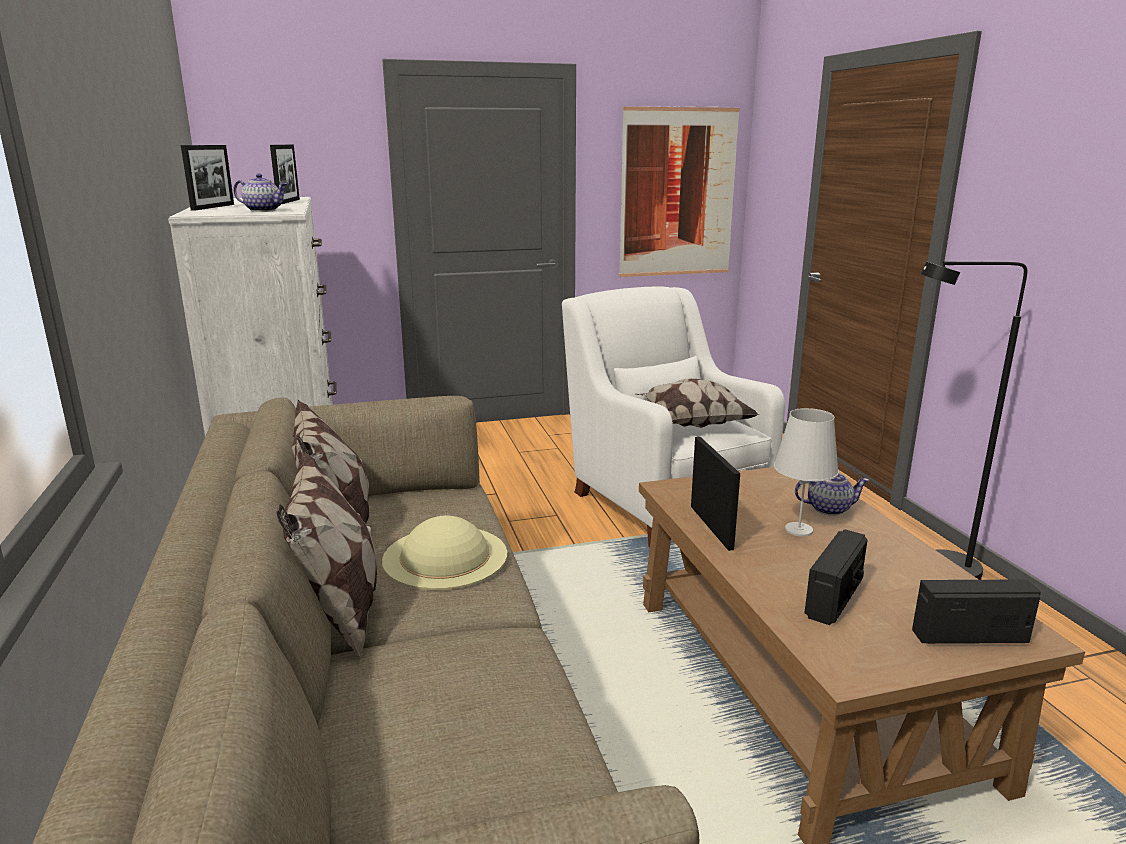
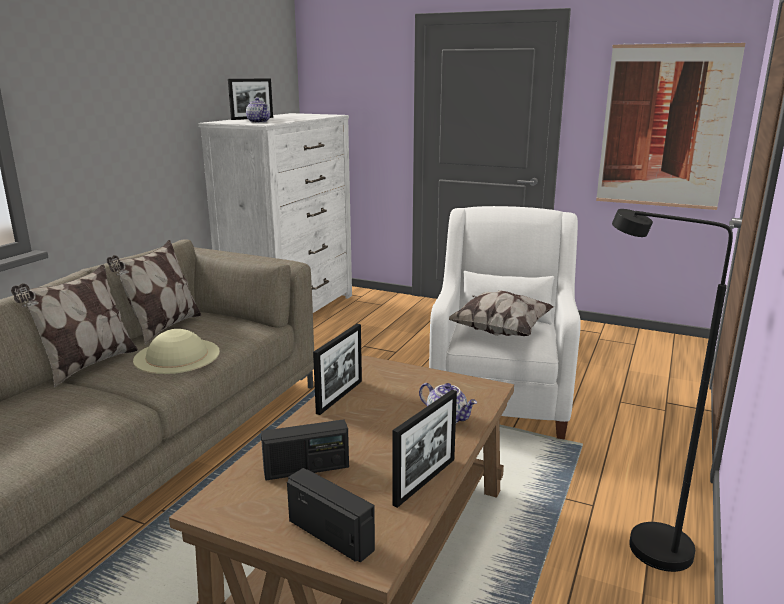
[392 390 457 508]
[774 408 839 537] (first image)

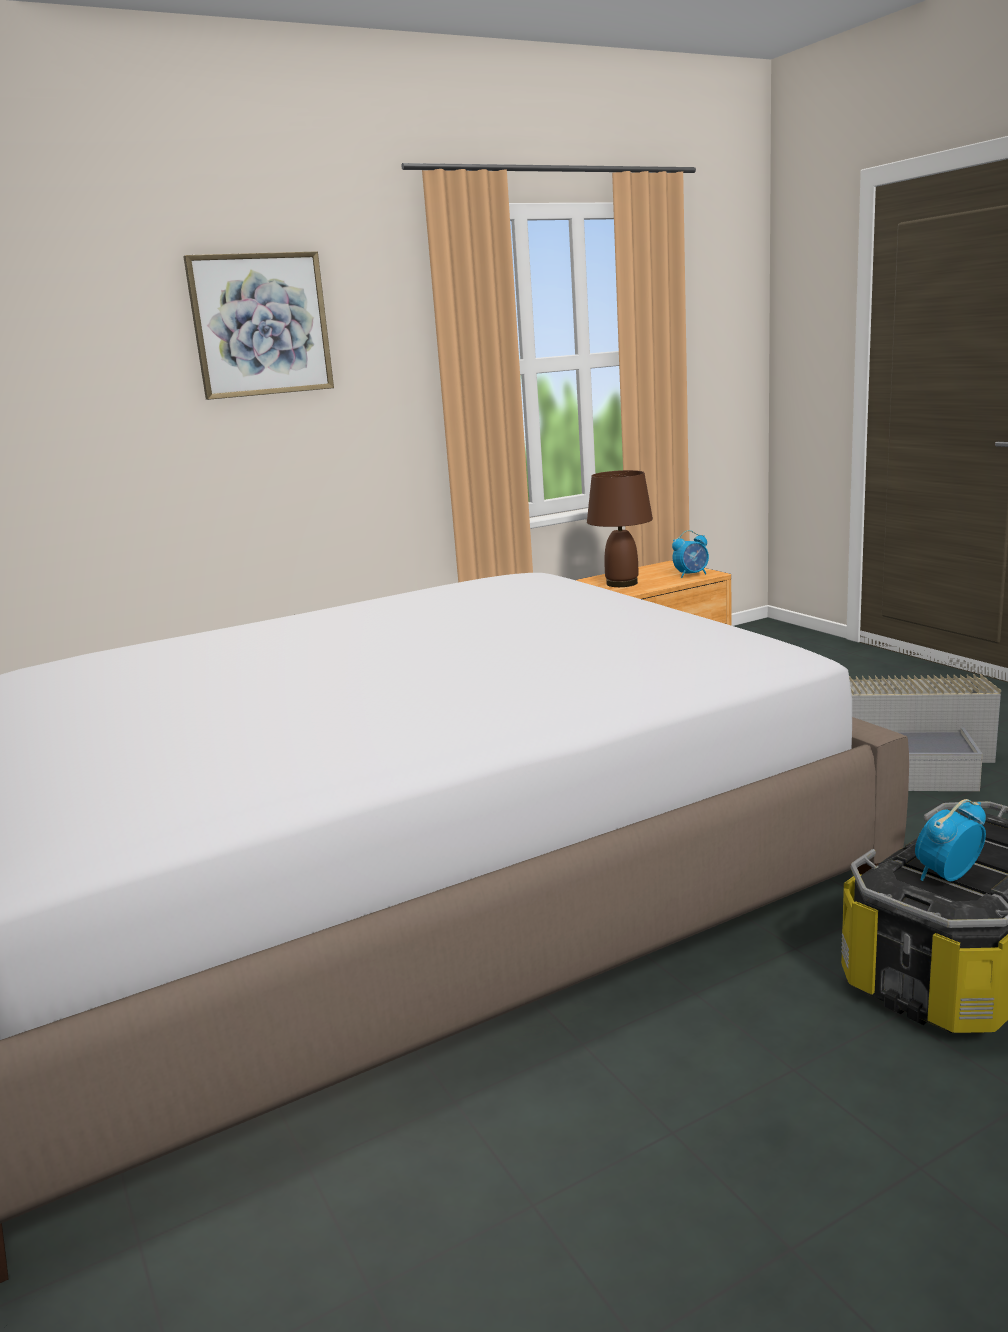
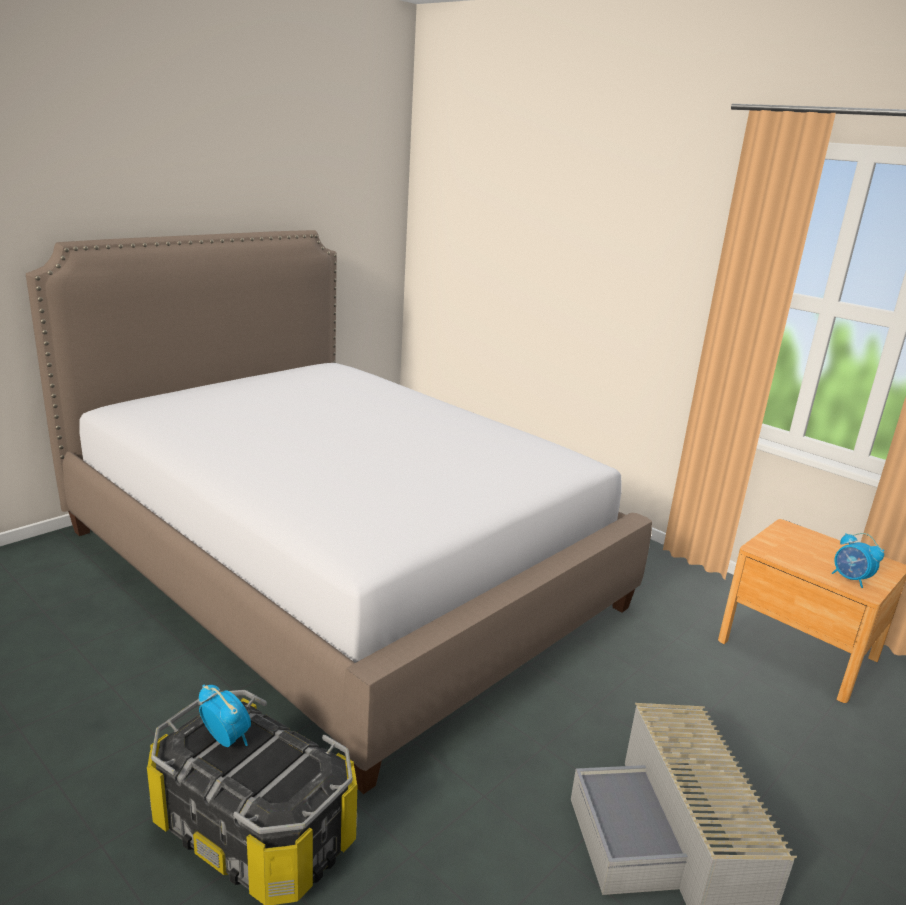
[183 251 334 400] (first image)
[587 470 653 587] (first image)

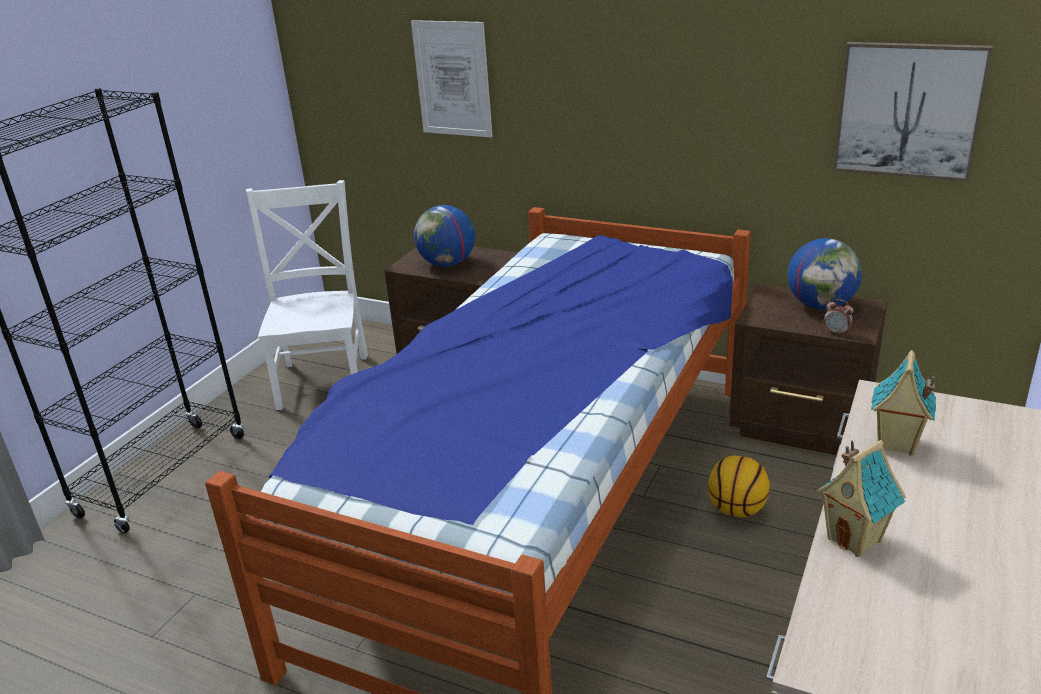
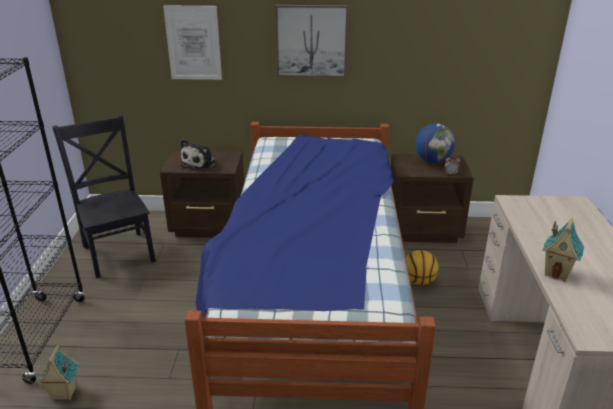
[38 345 79 401]
[52 115 156 278]
[180 139 216 170]
[276 5 348 78]

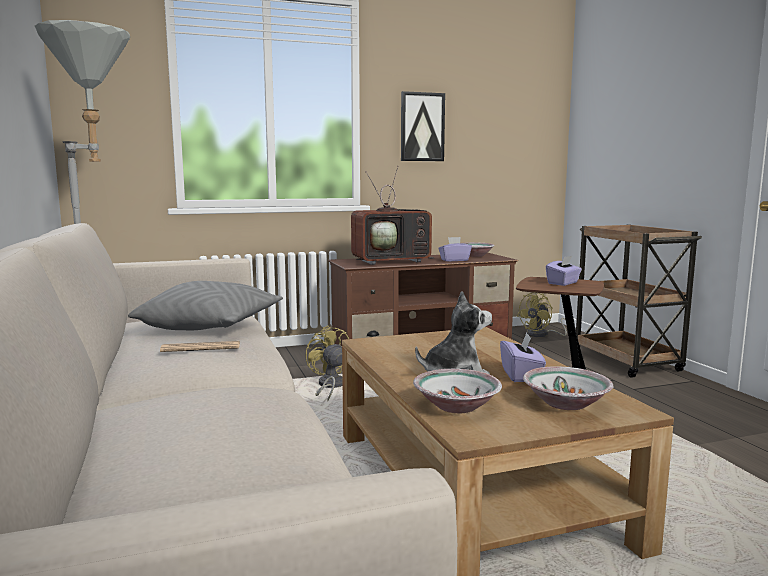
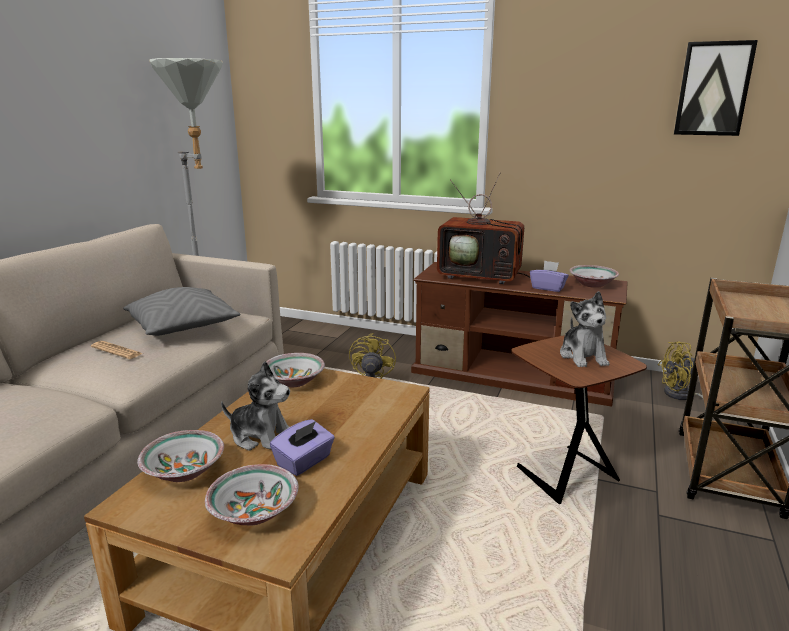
[266 353 325 387]
[560 291 609 367]
[674 40 758 136]

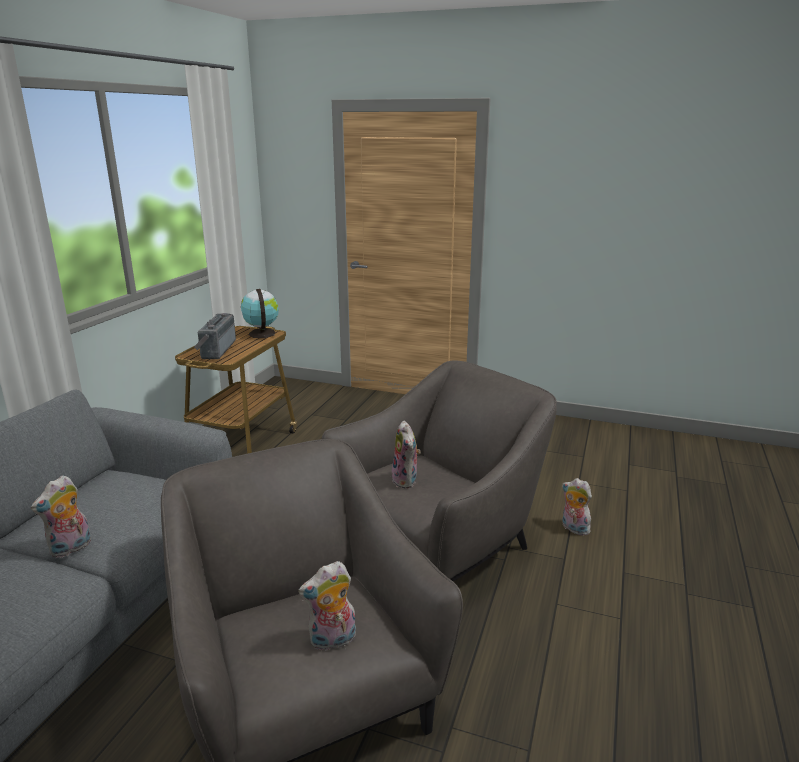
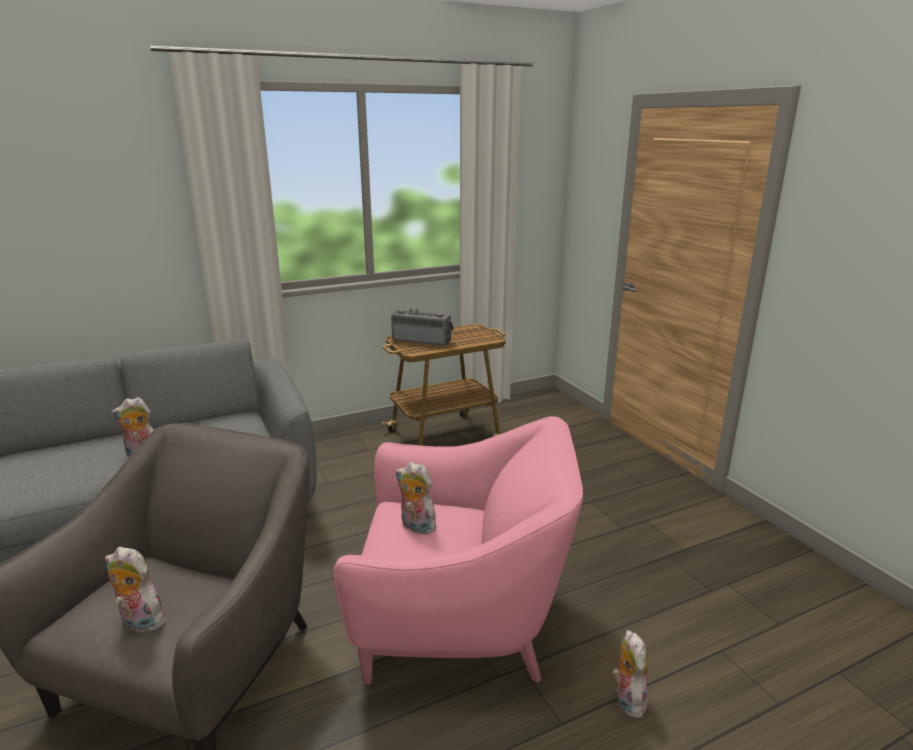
[333 416 583 684]
[391 308 454 346]
[396 462 441 534]
[241 289 279 338] (first image)

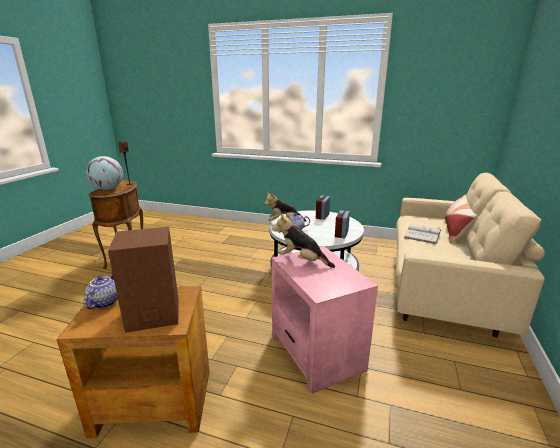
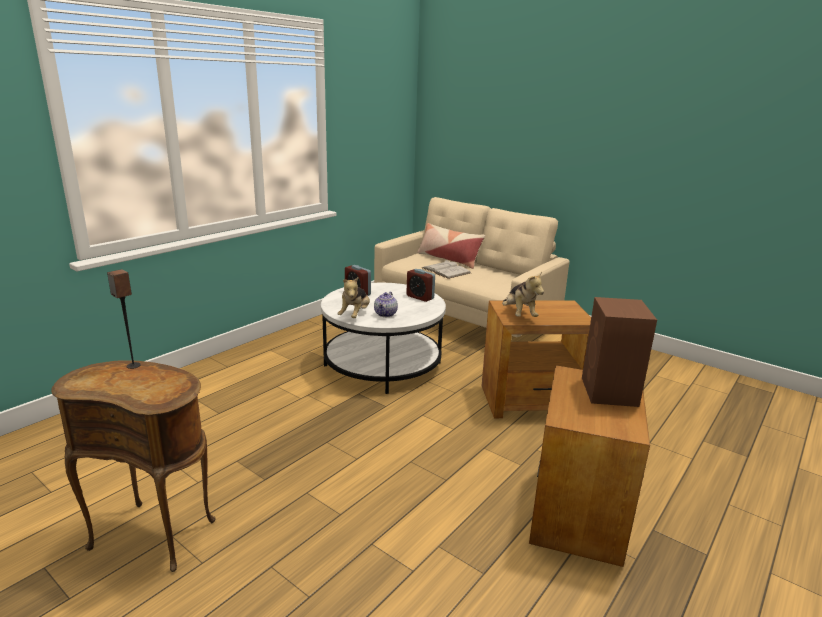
[482 300 591 418]
[502 272 544 317]
[84 272 118 309] (first image)
[86 156 123 190] (first image)

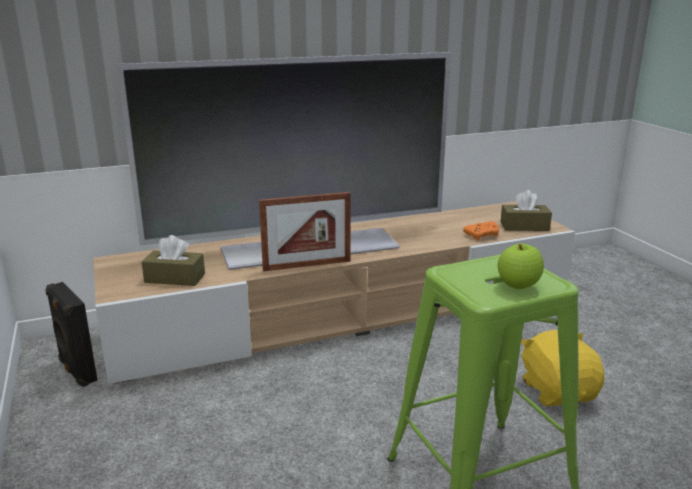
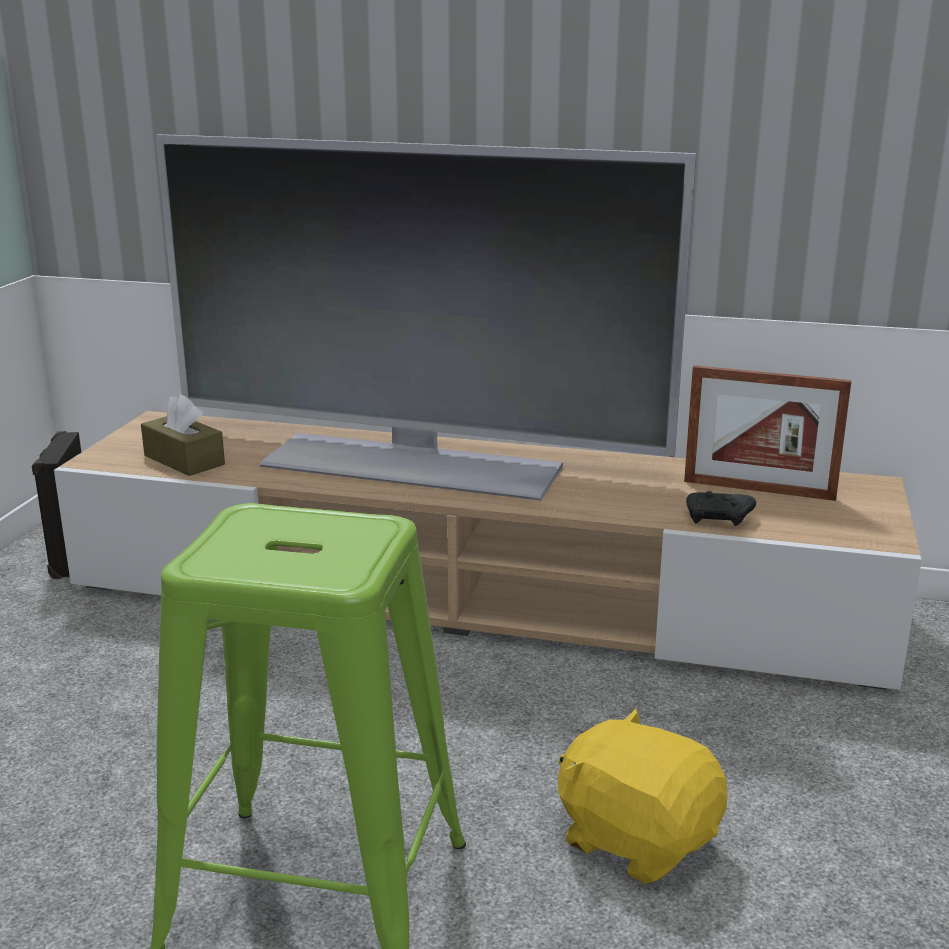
[558 708 727 884]
[684 365 852 501]
[686 491 756 526]
[498 244 544 289] (first image)
[501 190 552 231] (first image)

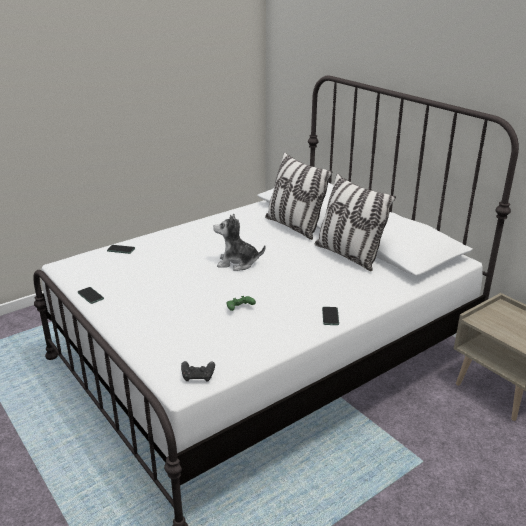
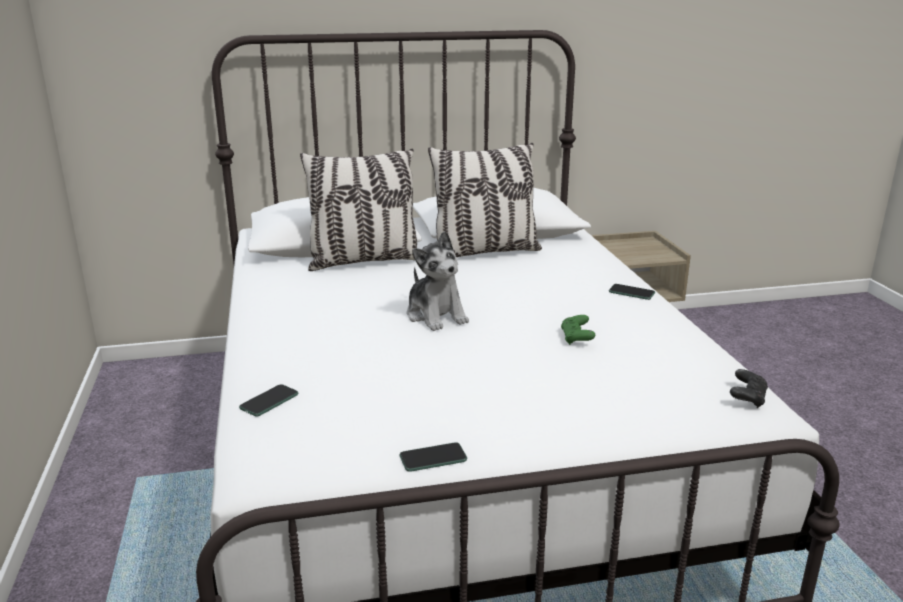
[407 231 469 331]

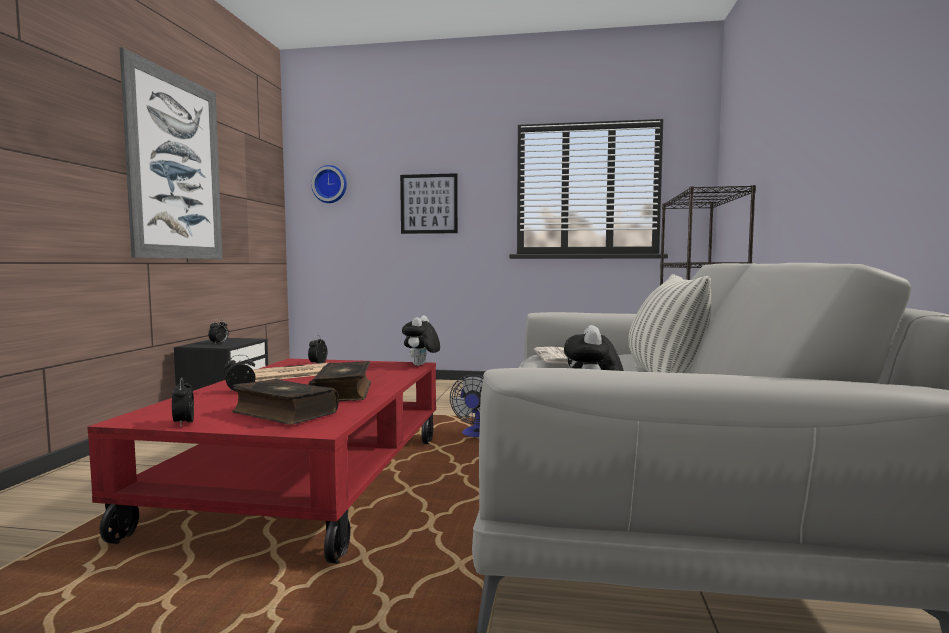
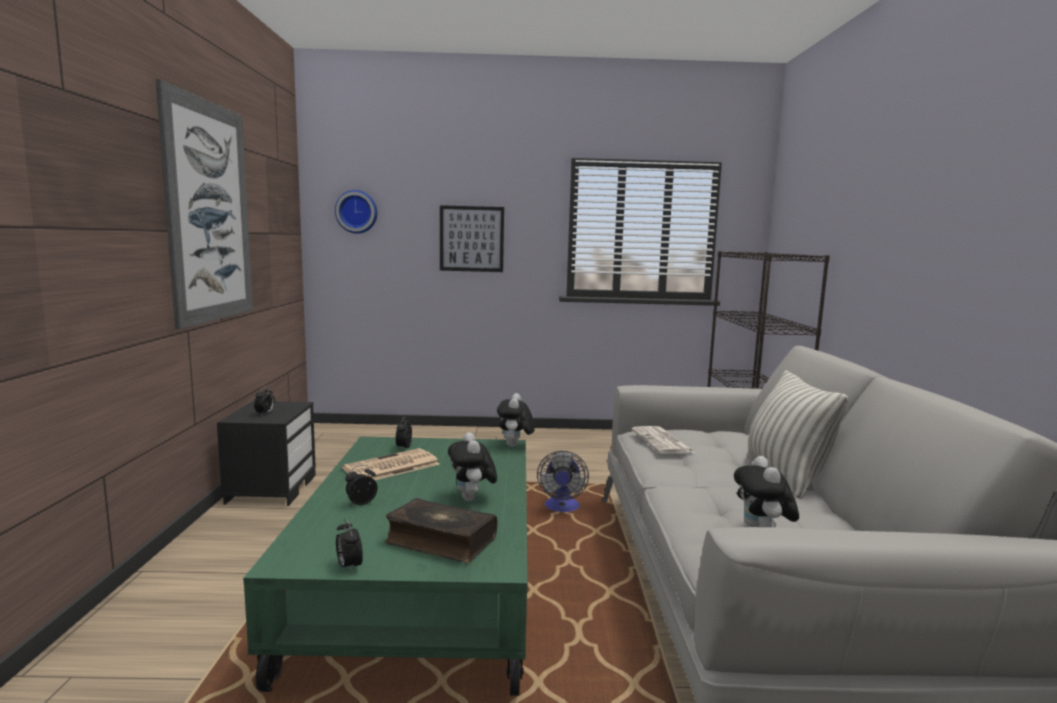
[243 437 528 696]
[448 432 497 501]

